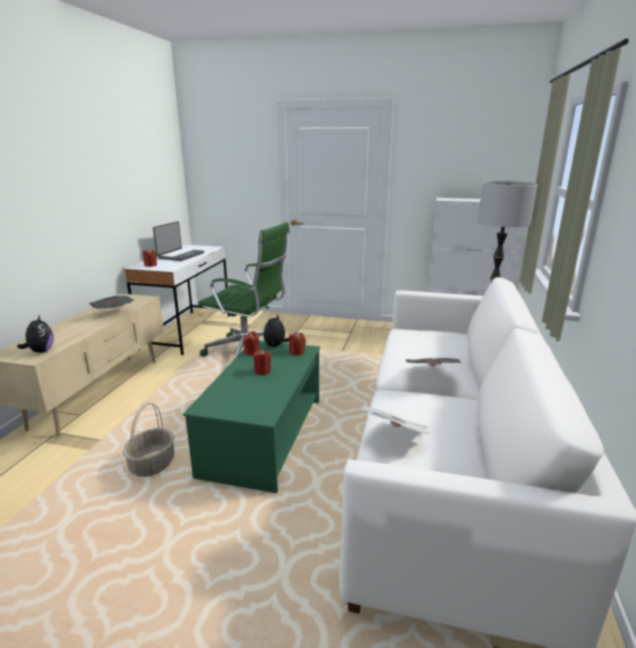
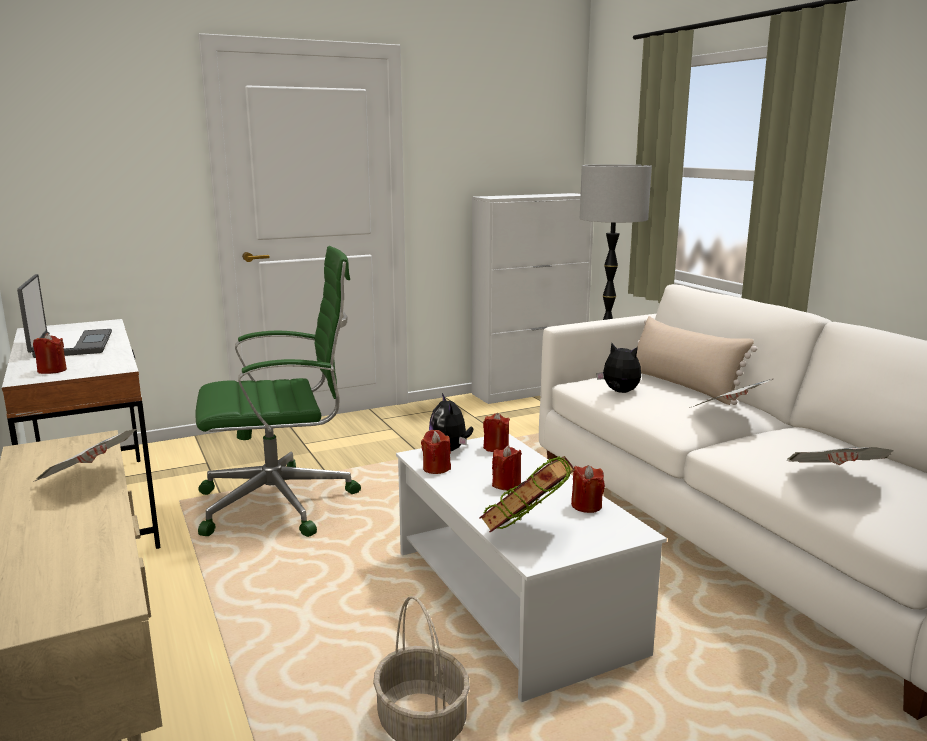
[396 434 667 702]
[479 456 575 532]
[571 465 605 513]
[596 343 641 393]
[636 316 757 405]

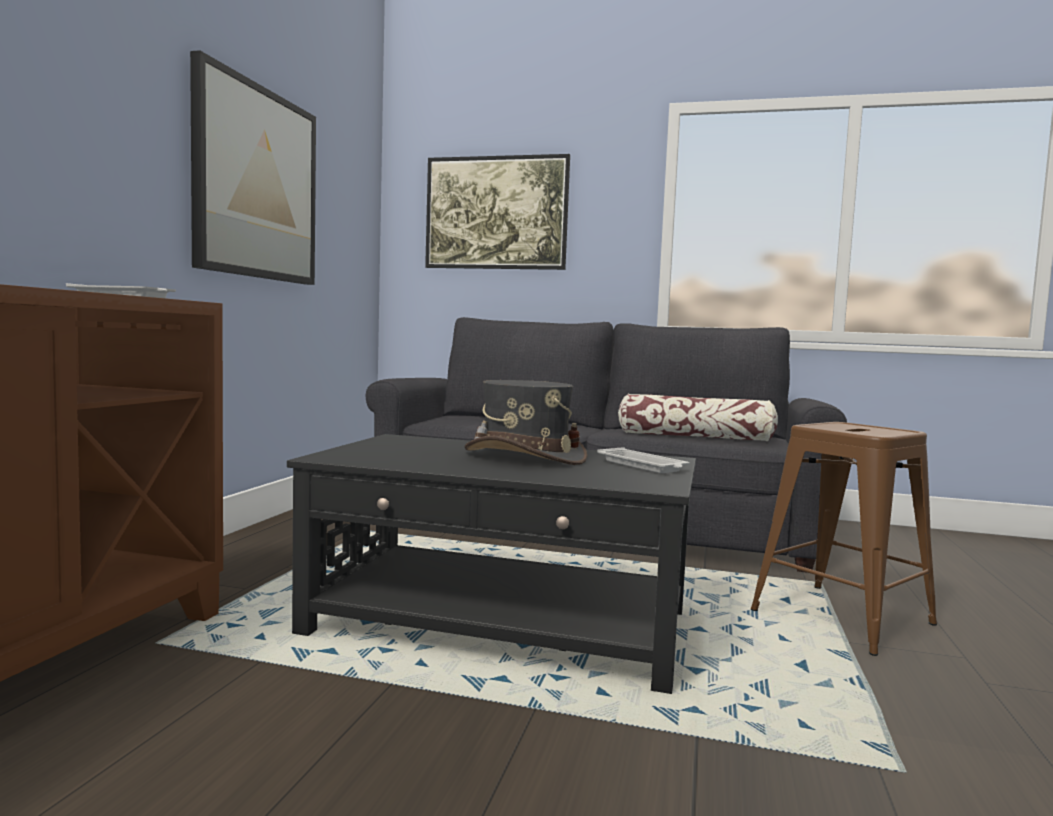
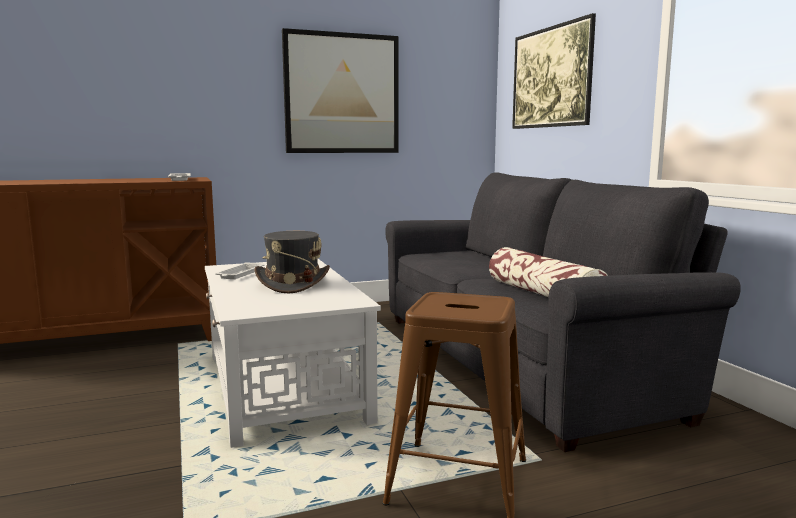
[205 259 381 448]
[215 262 265 279]

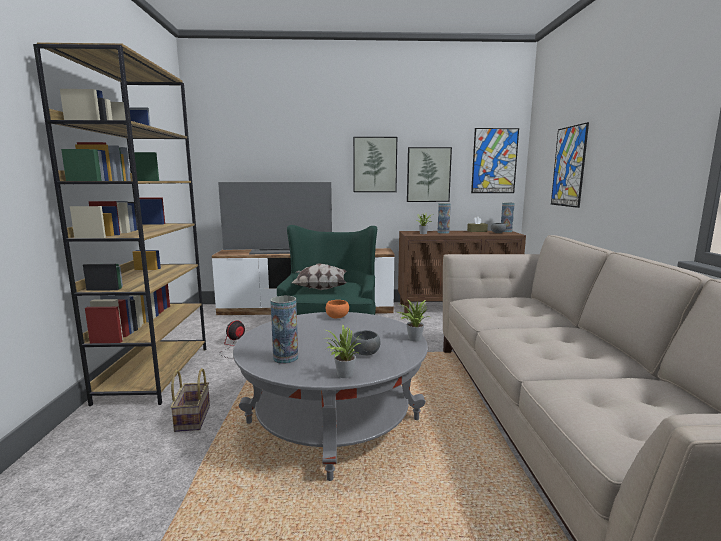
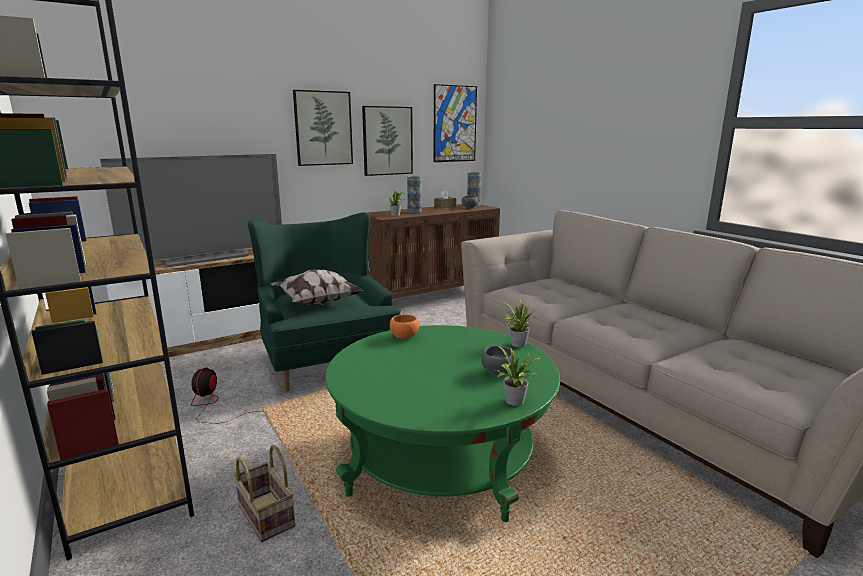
[325 325 560 522]
[270 296 298 364] (first image)
[551 122 589 208] (first image)

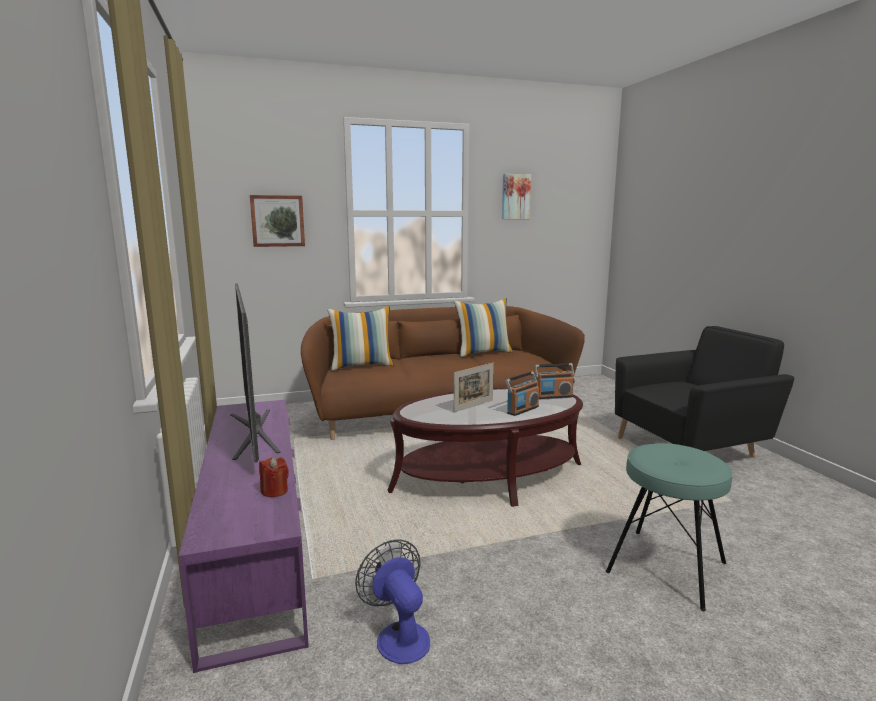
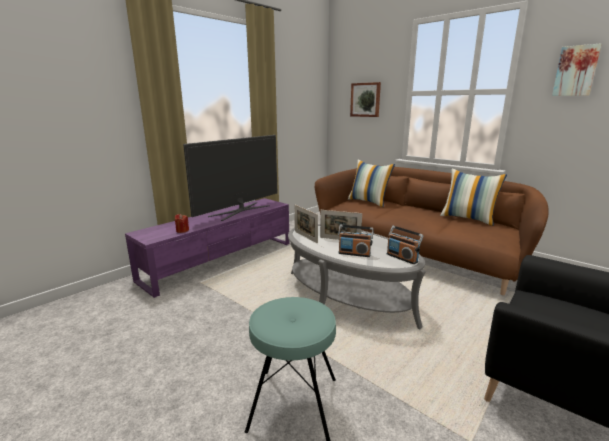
[288 225 426 329]
[295 205 318 244]
[355 539 430 664] (first image)

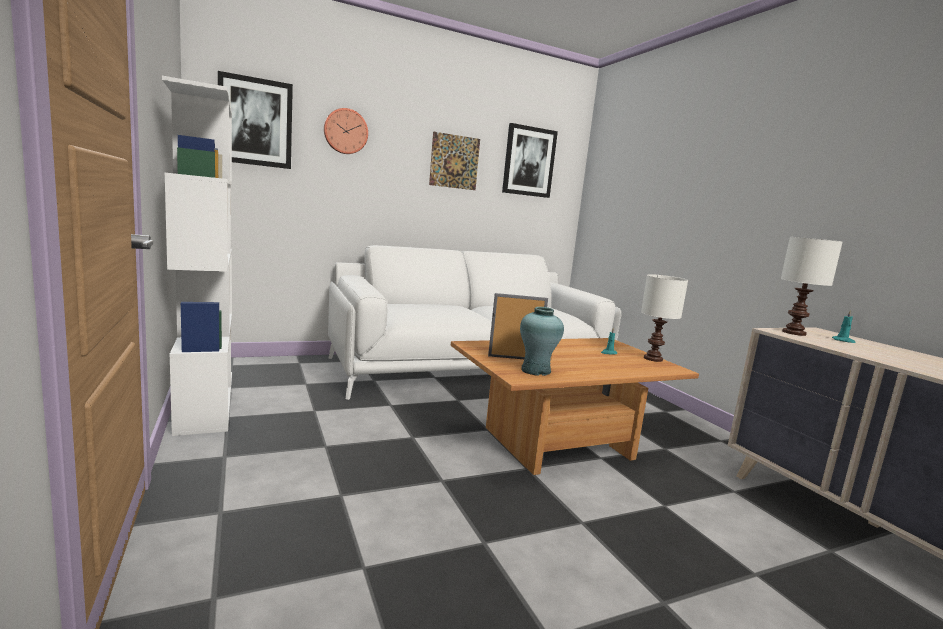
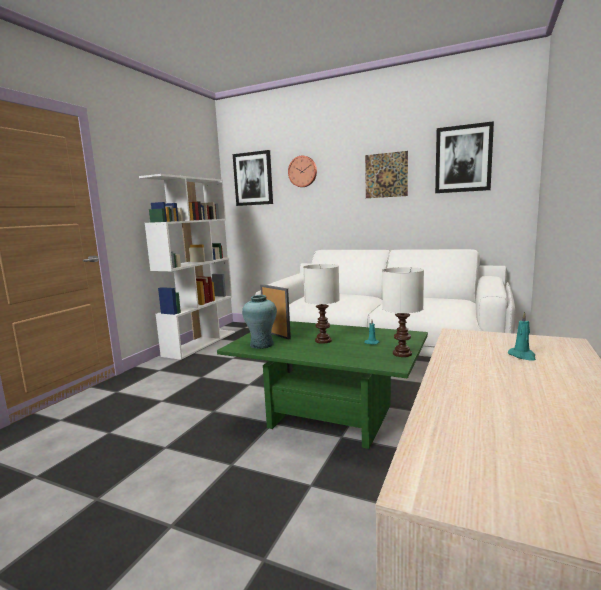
[217 321 428 449]
[303 264 340 344]

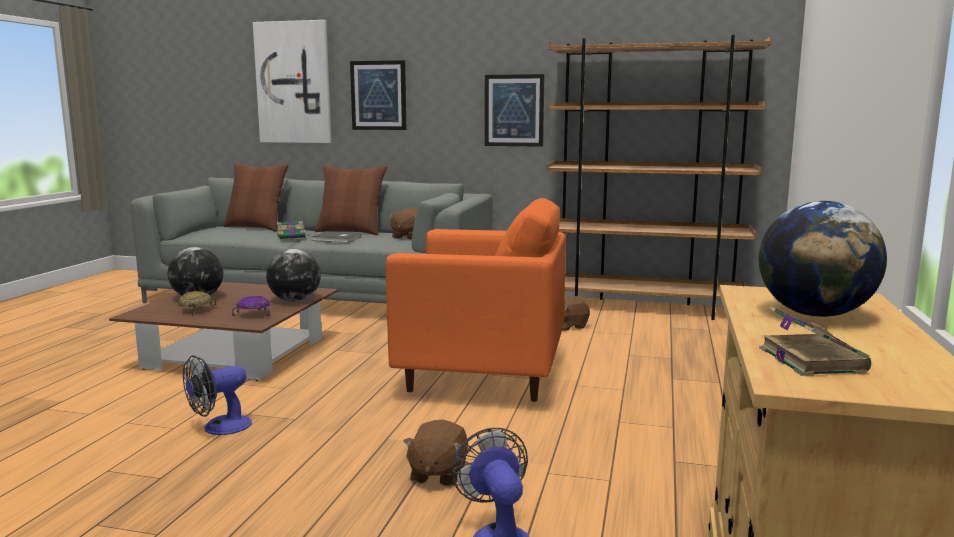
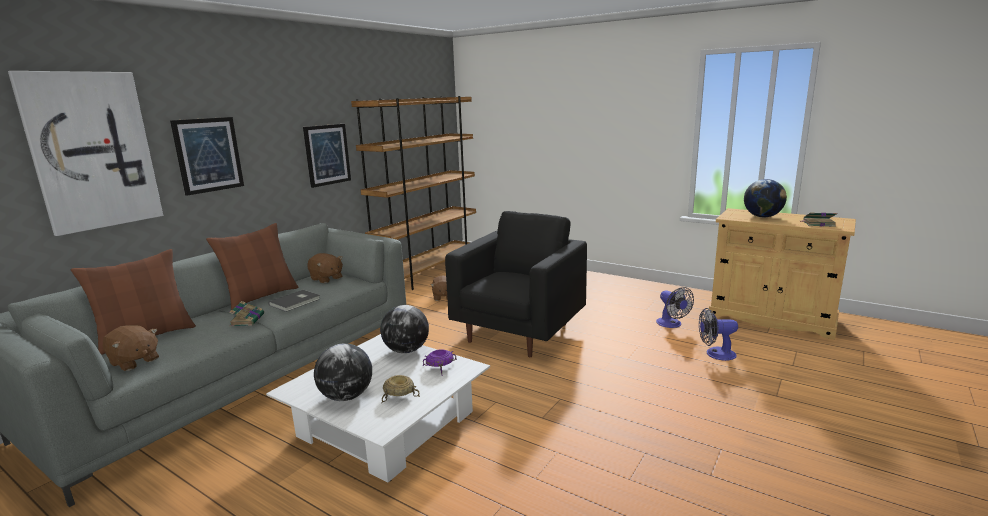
[103 325 159 371]
[266 334 490 483]
[445 211 587 357]
[656 287 694 328]

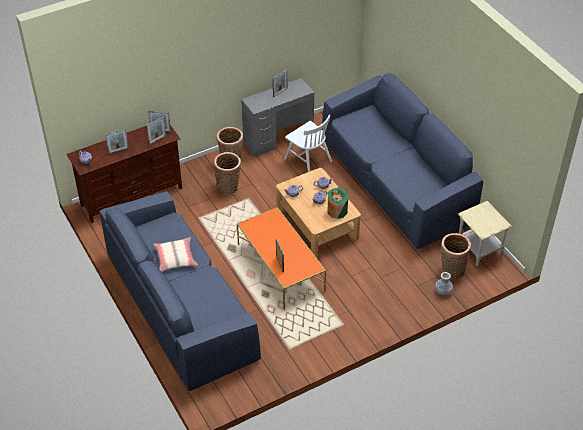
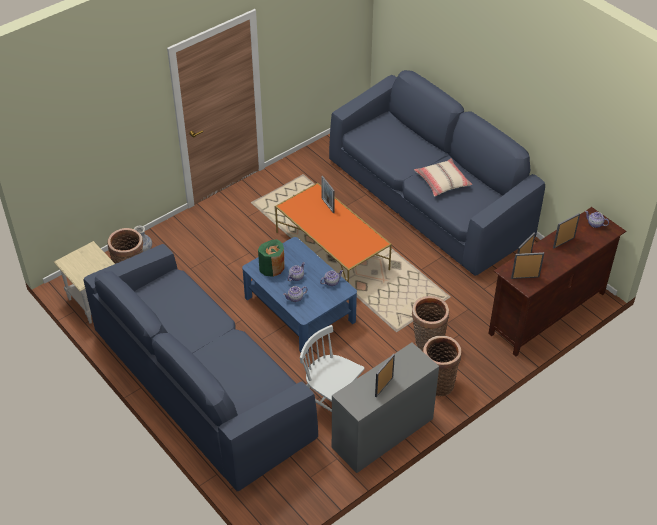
[242 237 357 354]

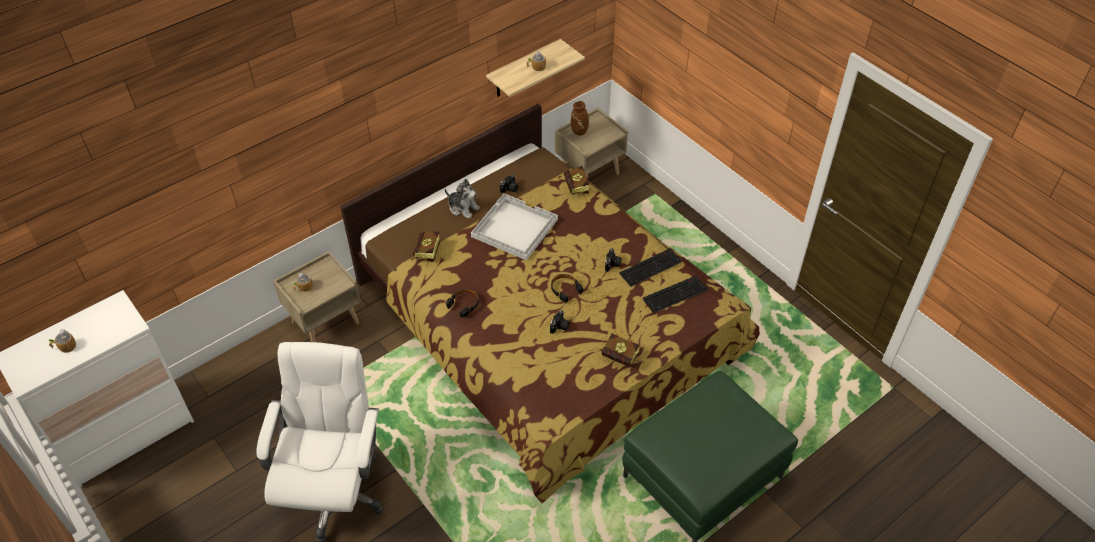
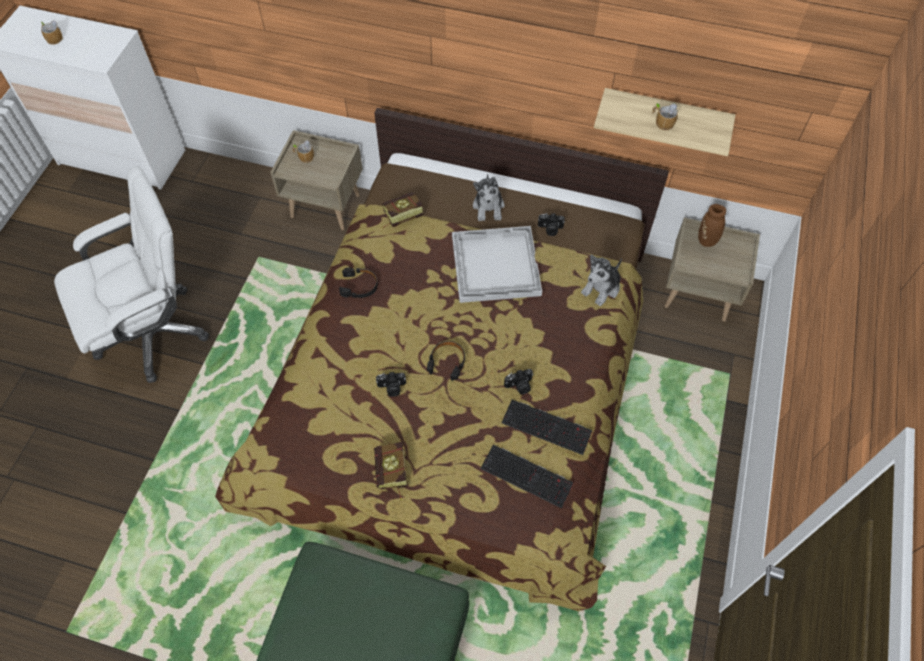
[581 255 622 306]

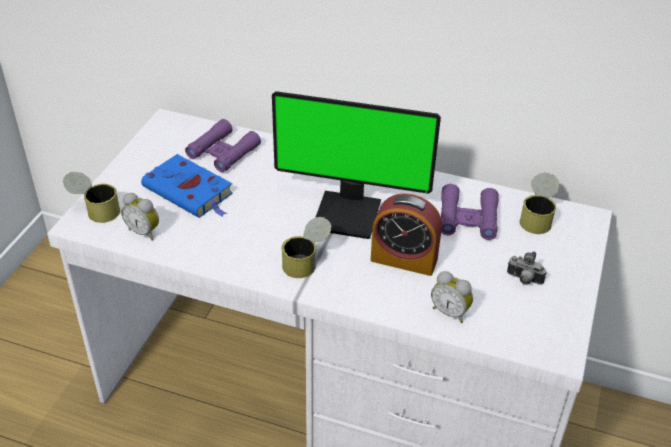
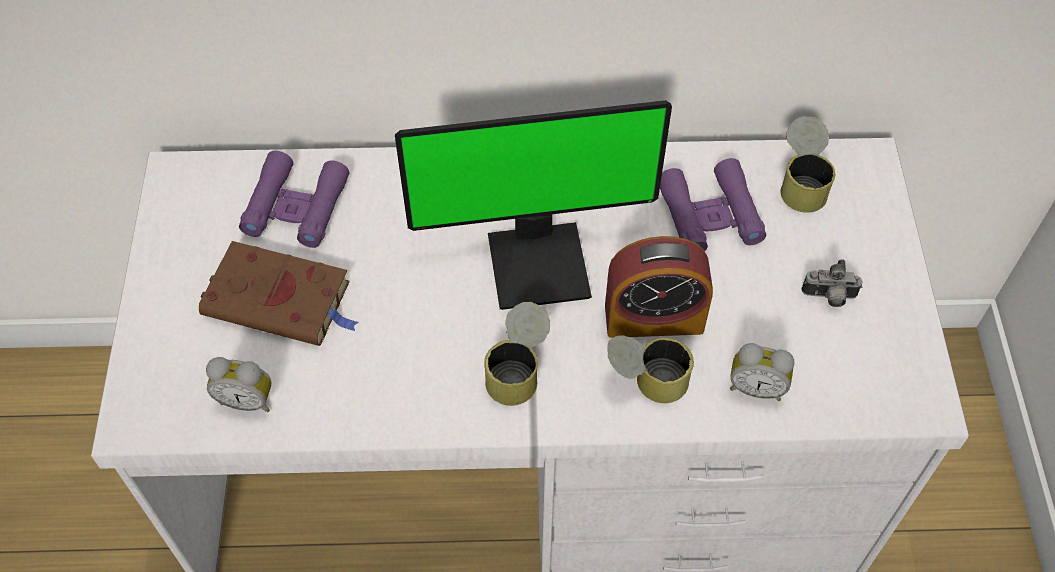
[199 241 359 346]
[607 335 694 403]

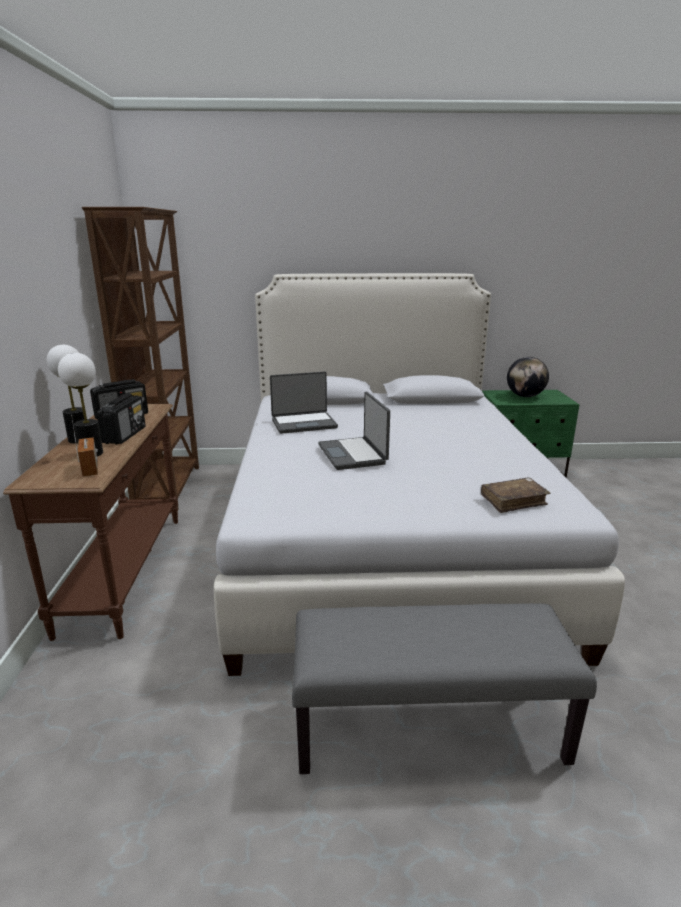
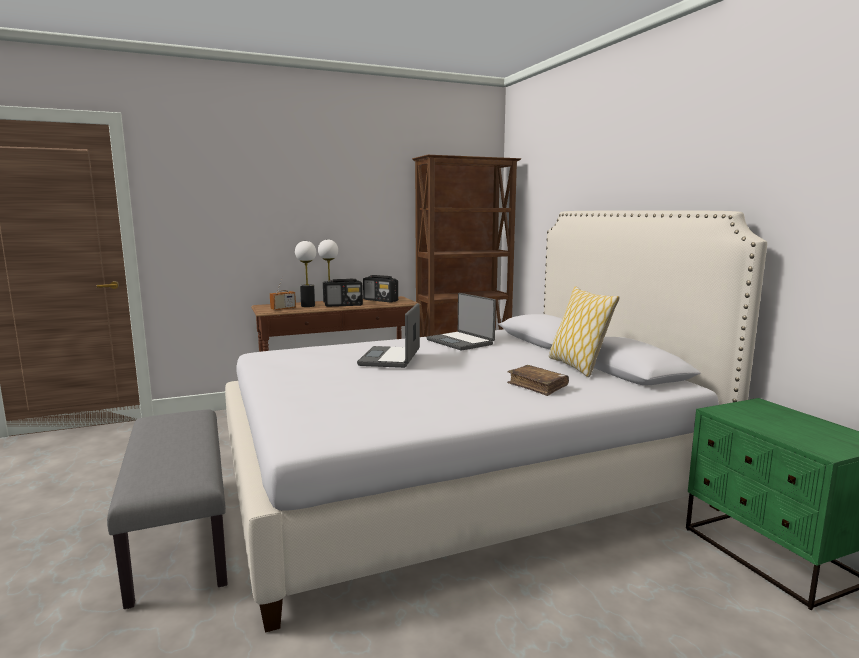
[357 303 420 368]
[507 365 569 396]
[549 286 620 377]
[507 357 549 397] (first image)

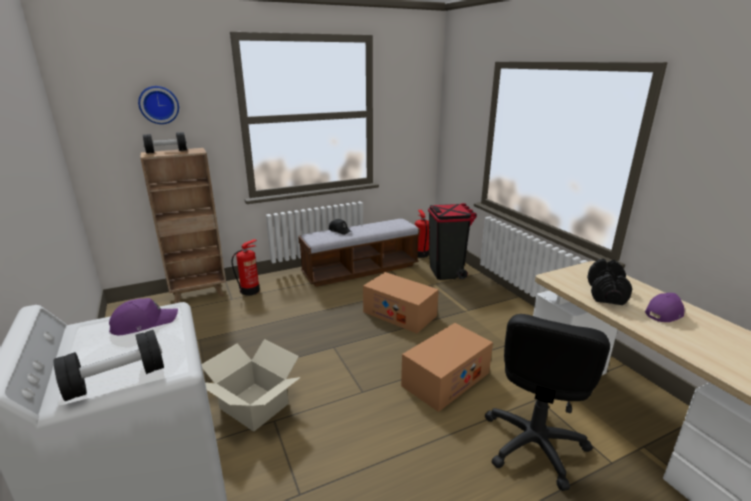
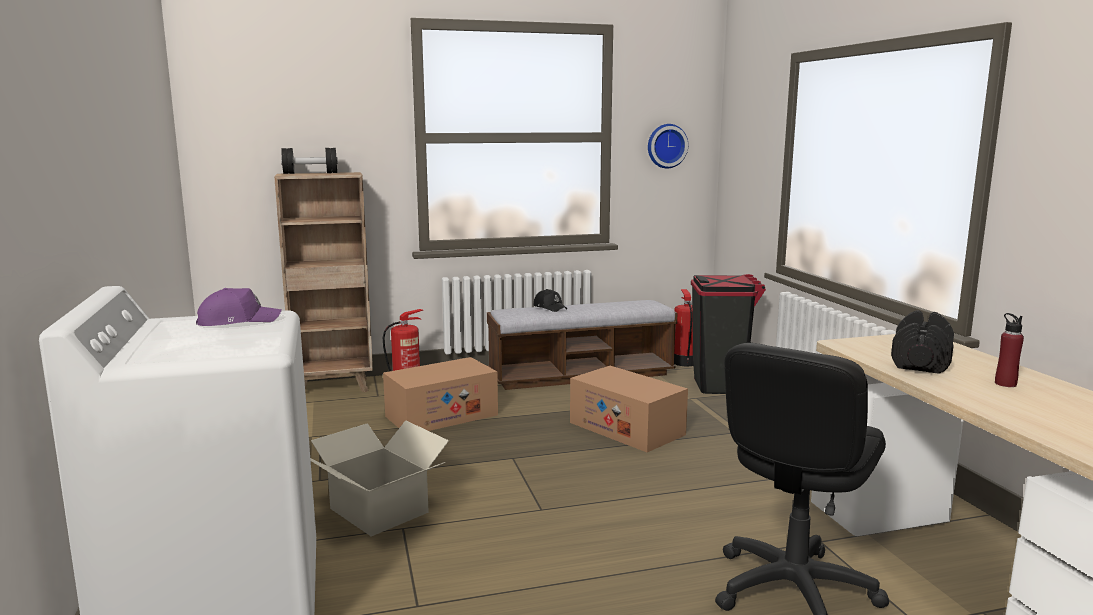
[383 357 498 431]
[648 124 688 169]
[995 313 1024 387]
[54 330 164 401] (first image)

